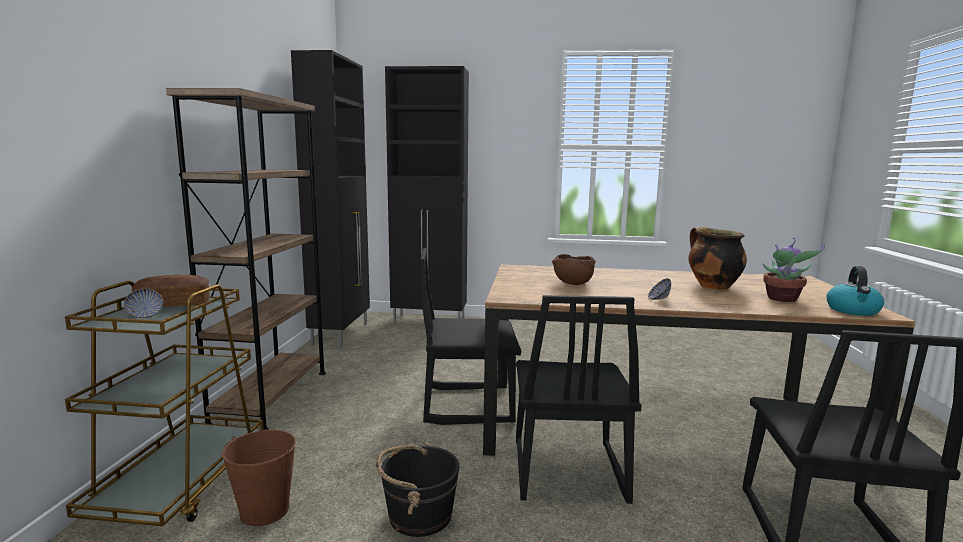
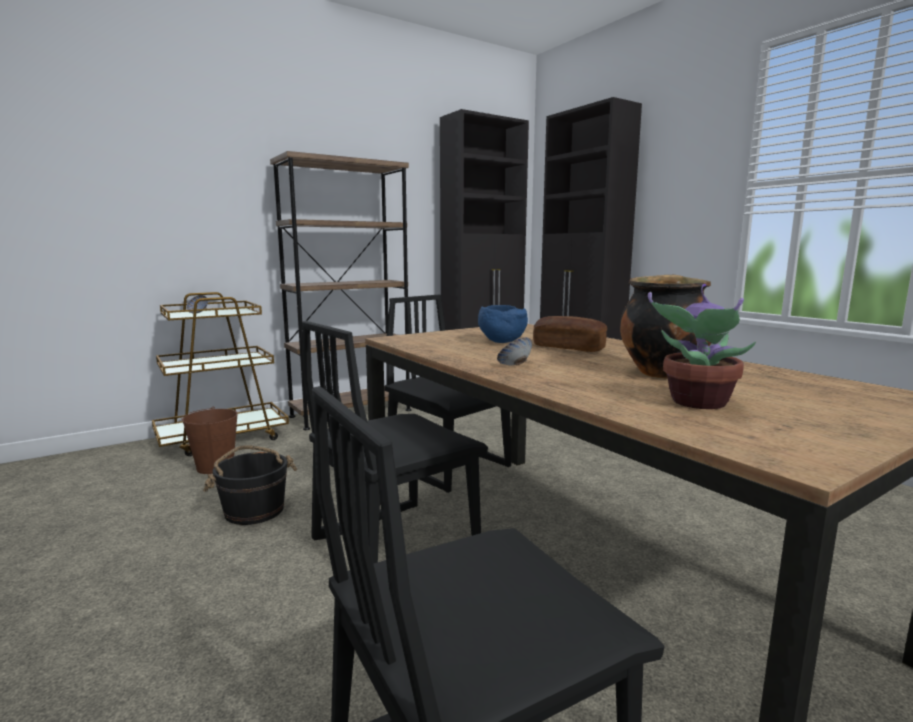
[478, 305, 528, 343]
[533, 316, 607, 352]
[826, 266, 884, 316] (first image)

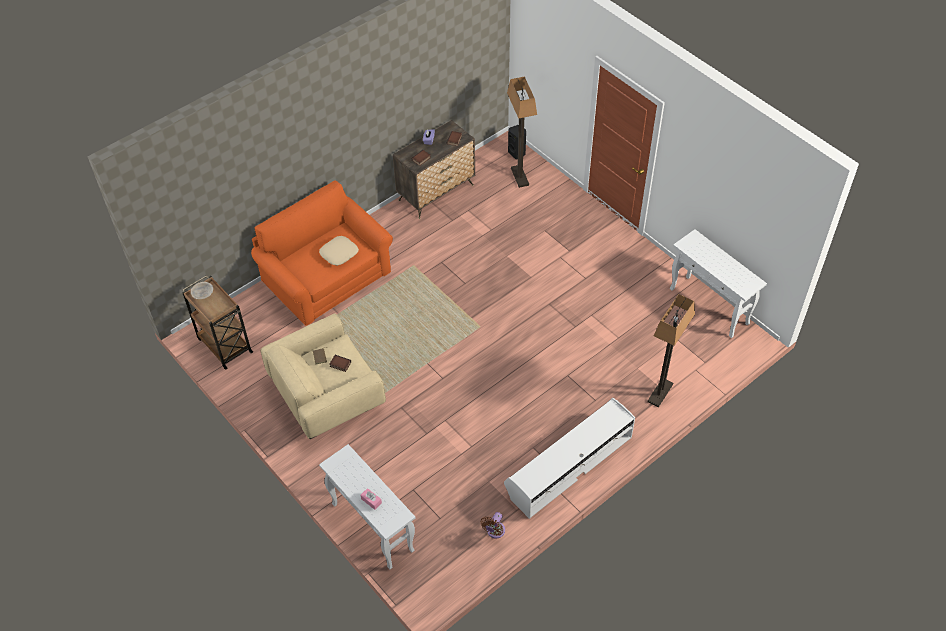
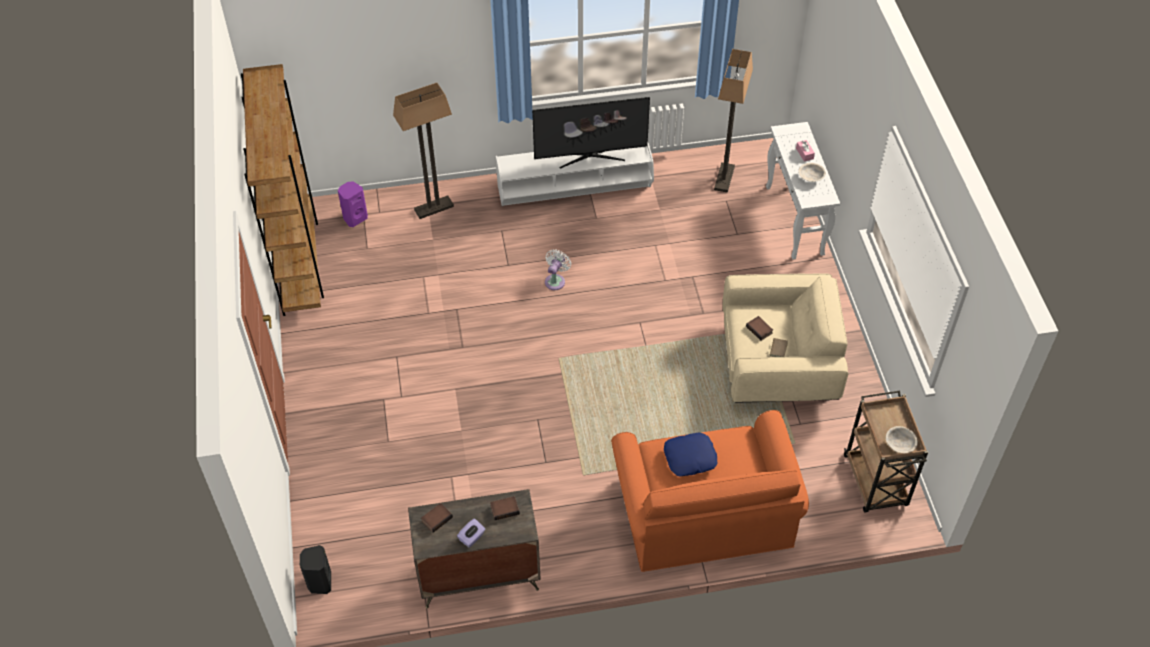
[241, 64, 324, 316]
[338, 181, 368, 227]
[532, 97, 650, 169]
[545, 249, 571, 290]
[664, 432, 718, 477]
[714, 49, 753, 193]
[798, 163, 826, 182]
[480, 512, 505, 539] (first image)

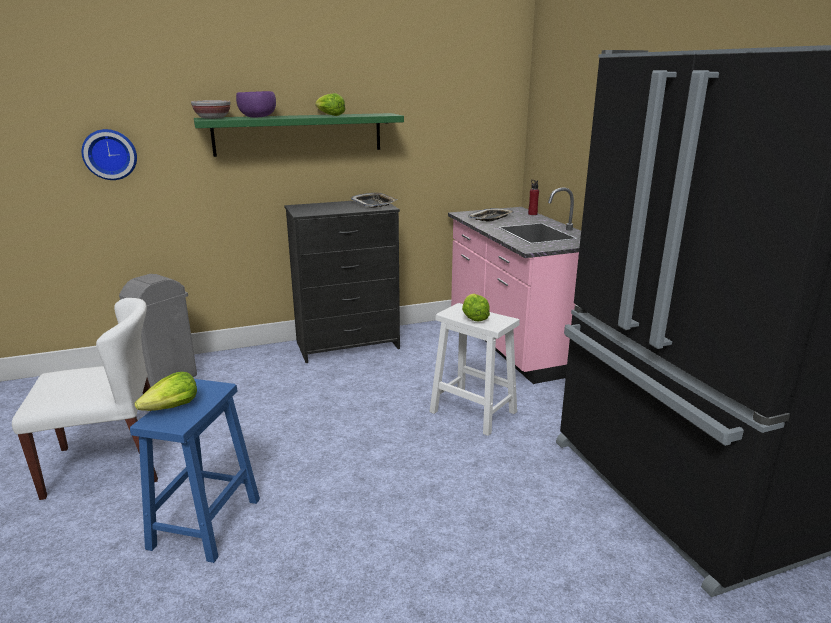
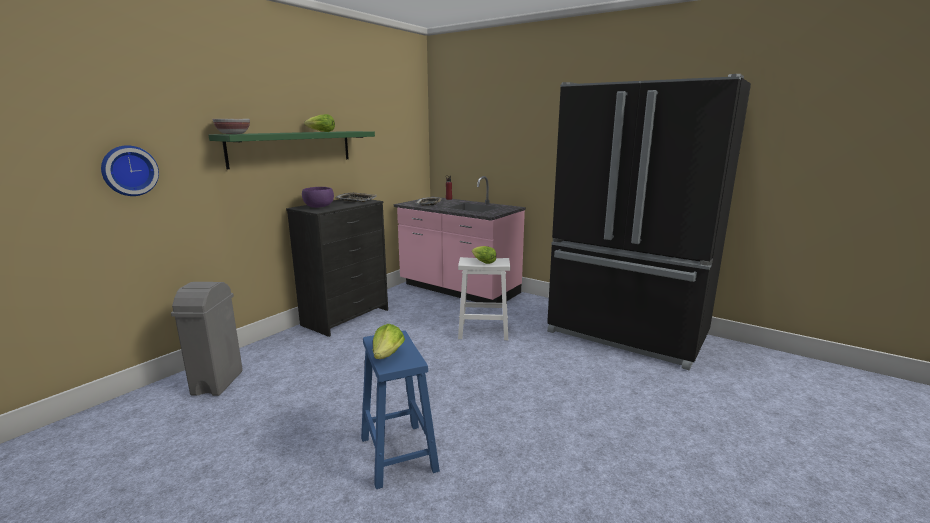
[302, 187, 334, 208]
[12, 298, 158, 500] (first image)

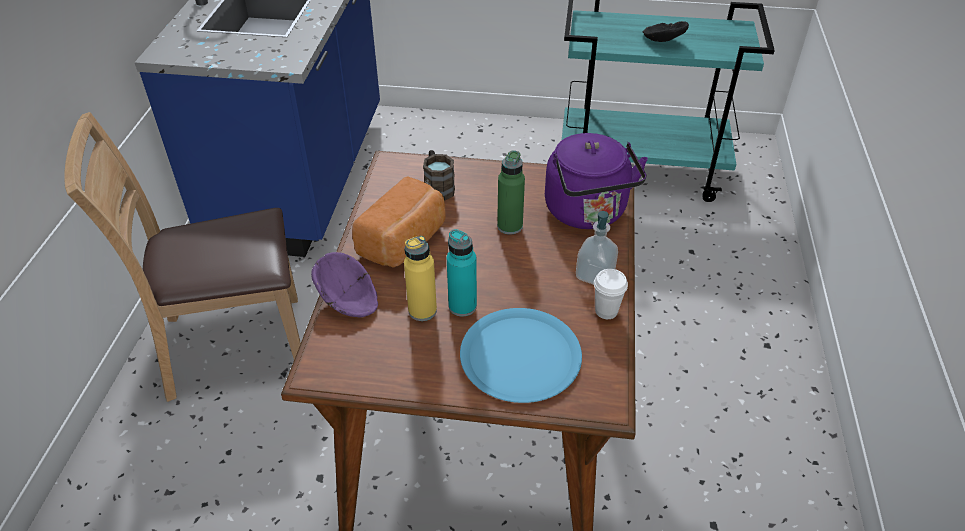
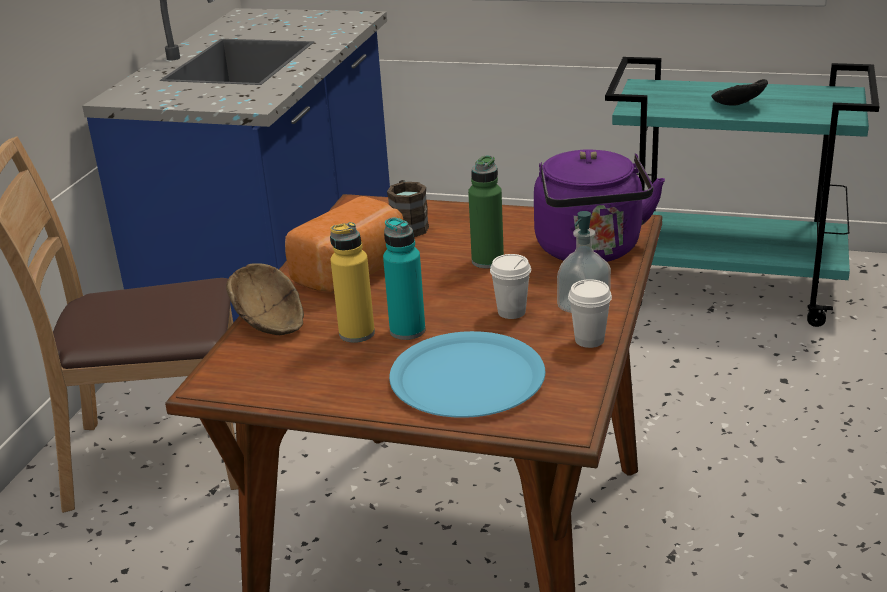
[226, 263, 304, 335]
[490, 254, 531, 319]

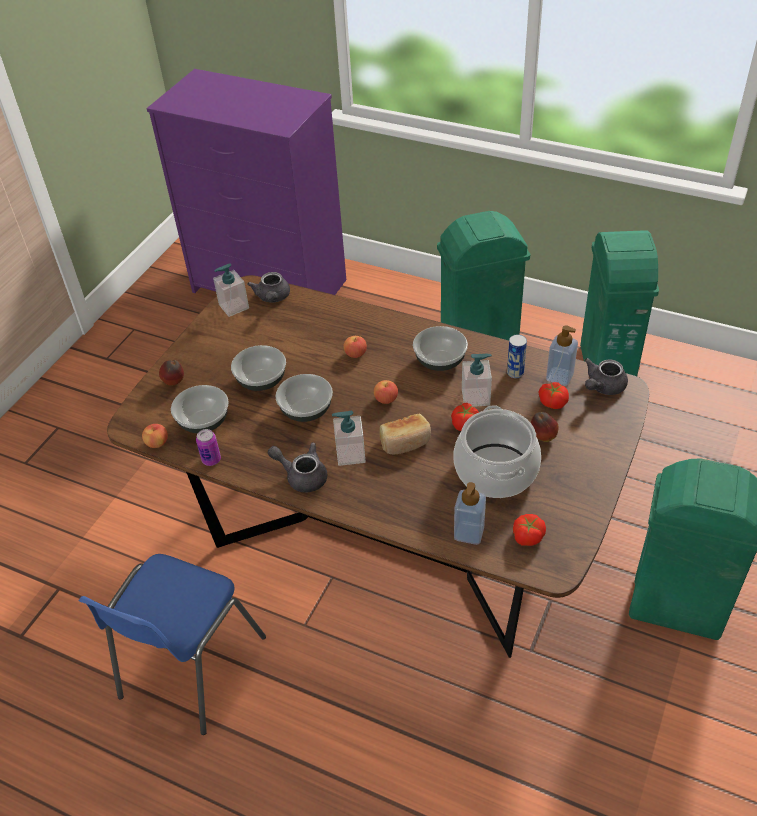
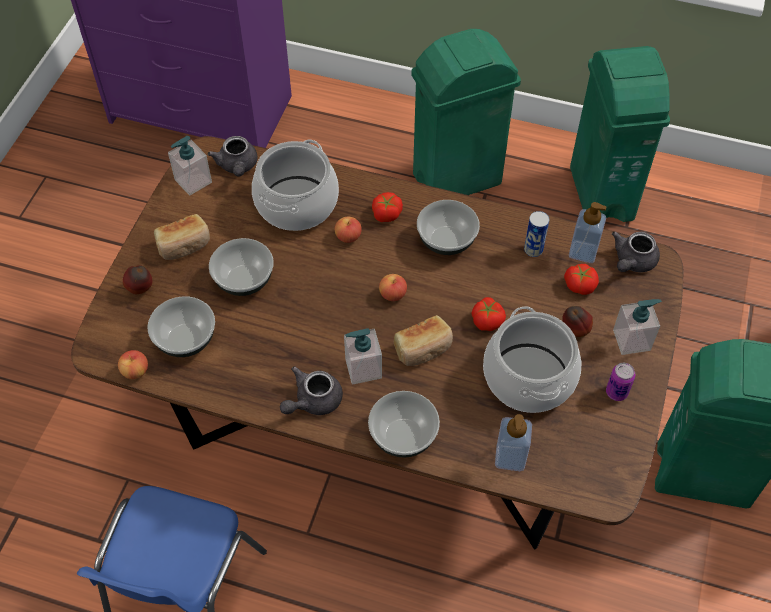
[154, 214, 210, 260]
[252, 140, 339, 231]
[280, 366, 343, 415]
[368, 391, 440, 458]
[372, 192, 403, 222]
[606, 363, 635, 401]
[613, 299, 662, 355]

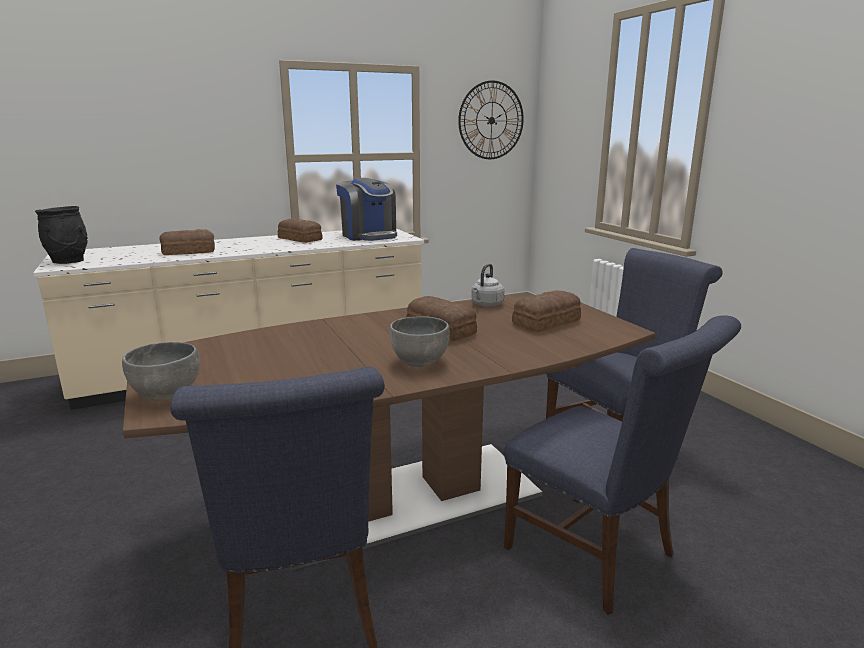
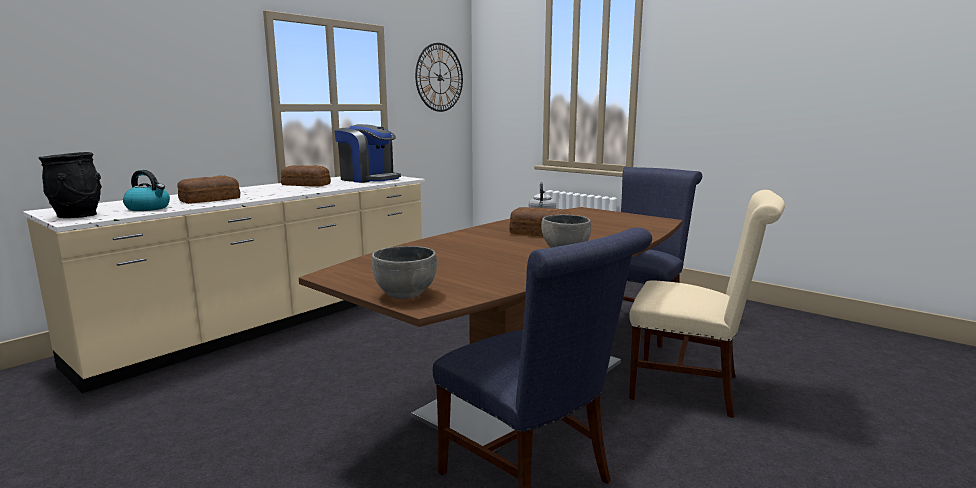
[123, 170, 170, 211]
[629, 190, 785, 418]
[512, 290, 581, 332] (first image)

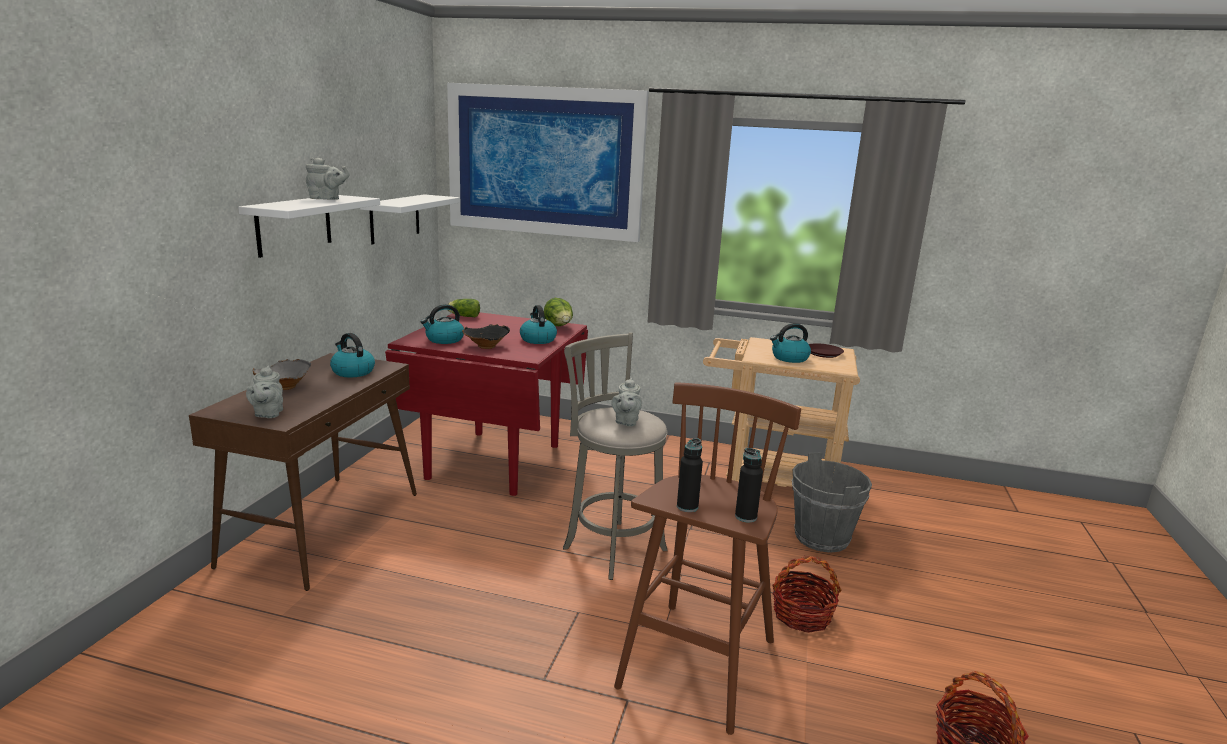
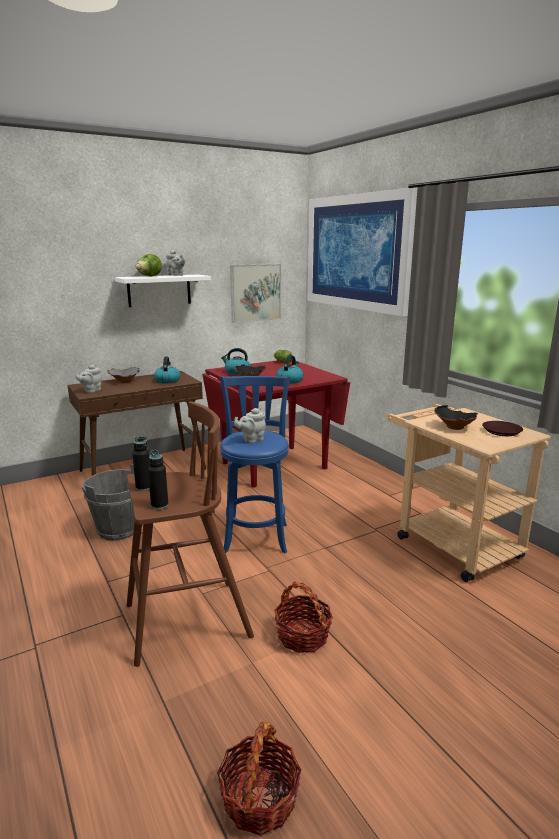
[82, 464, 135, 540]
[136, 254, 162, 277]
[220, 376, 290, 553]
[230, 264, 281, 323]
[434, 405, 478, 430]

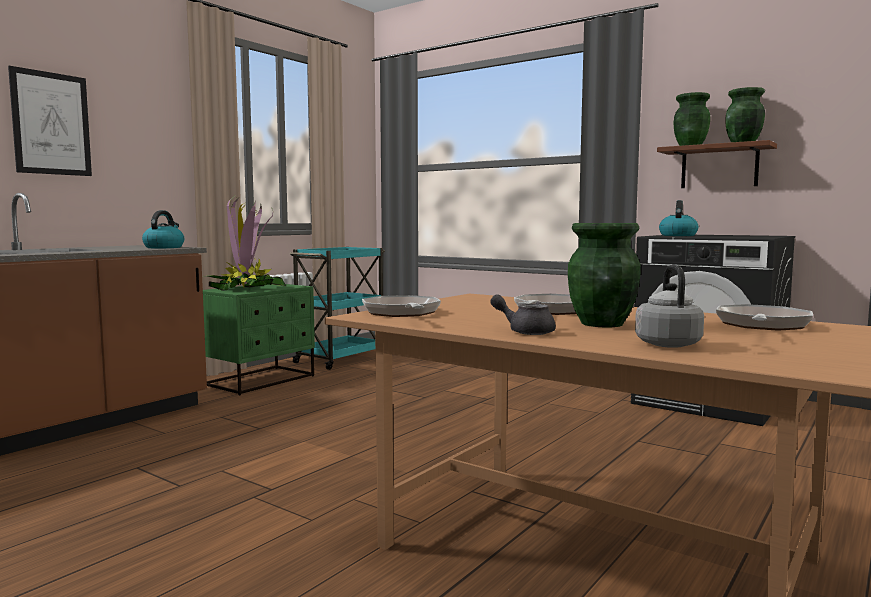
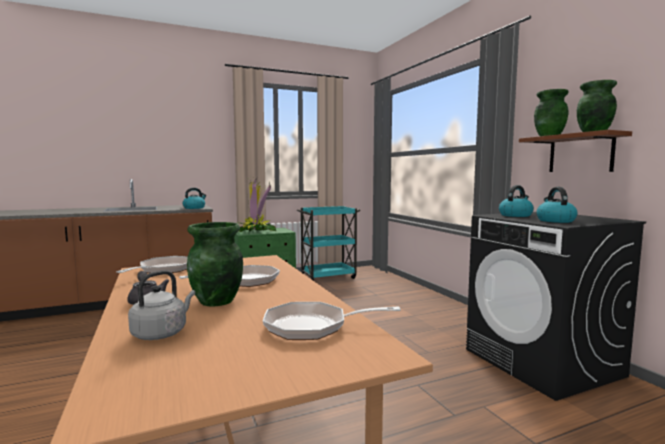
[263, 302, 401, 340]
[536, 187, 578, 223]
[8, 66, 92, 176] (first image)

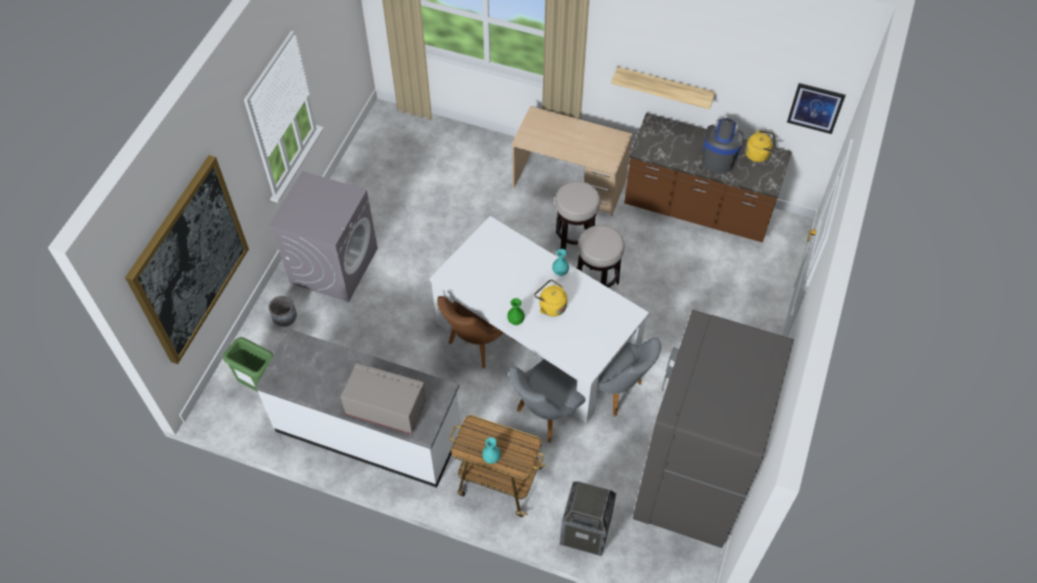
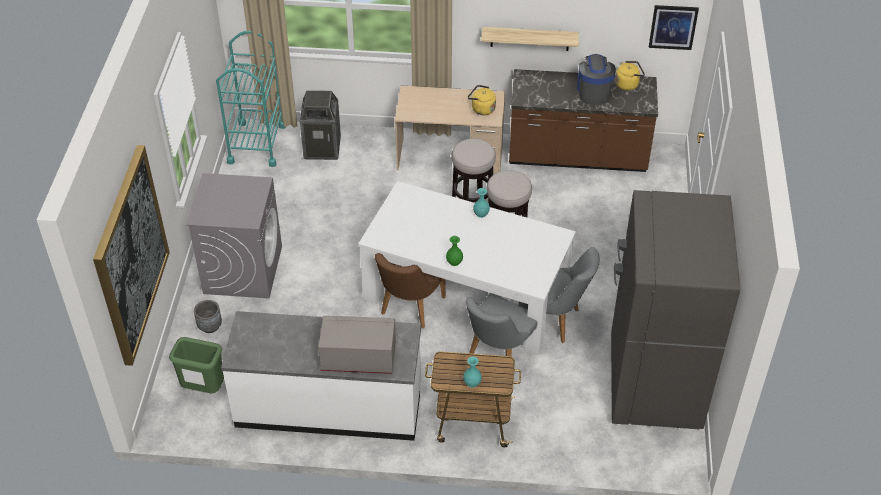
[216, 31, 286, 167]
[300, 90, 341, 160]
[468, 85, 496, 115]

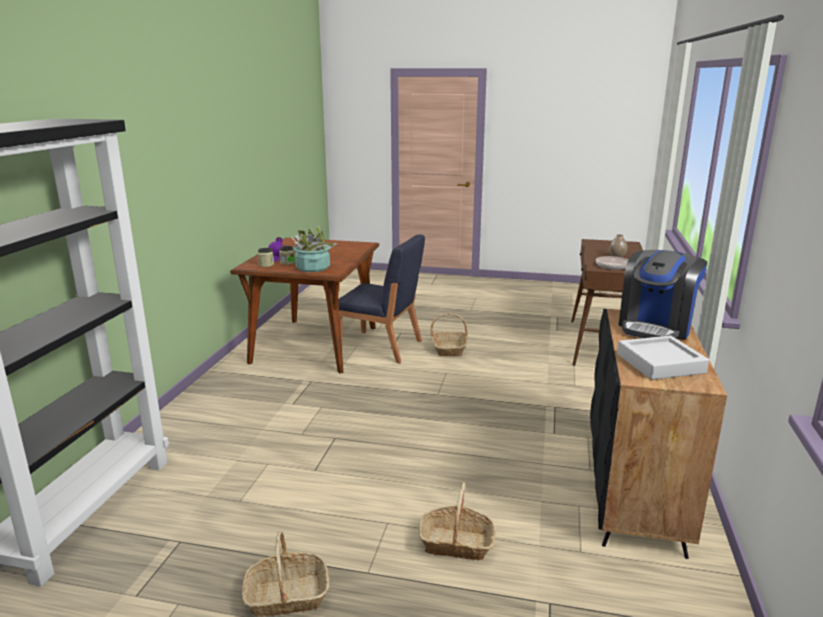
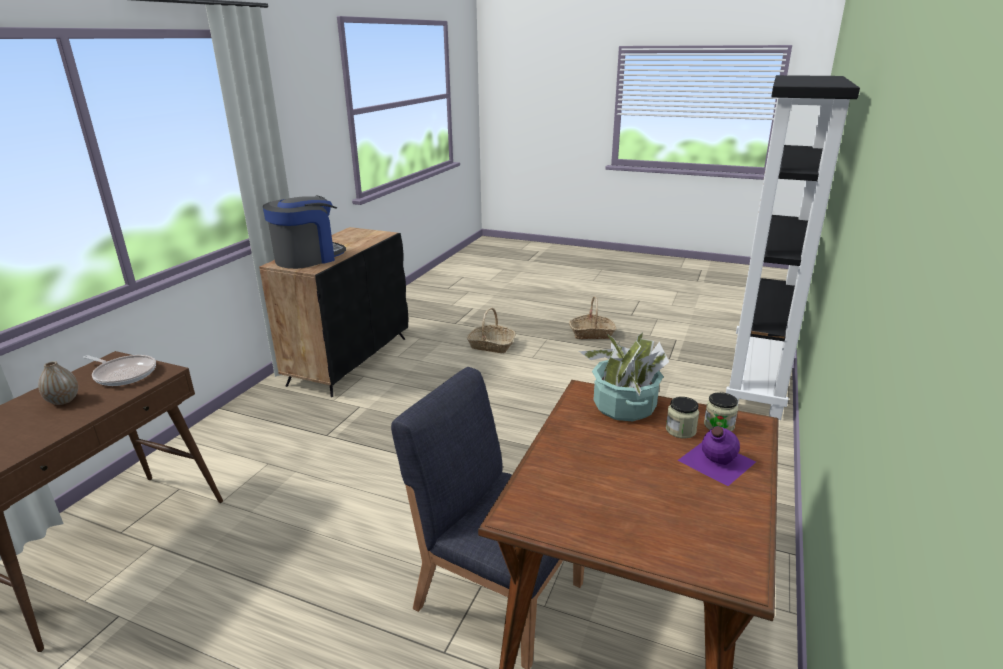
[431, 314, 468, 356] (first image)
[617, 336, 709, 380] (first image)

